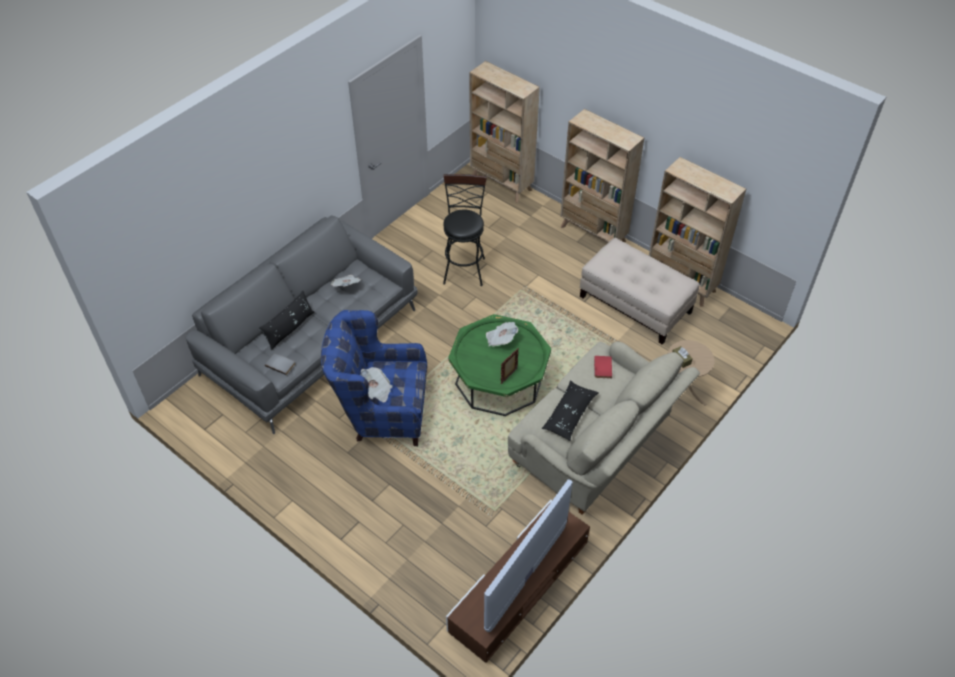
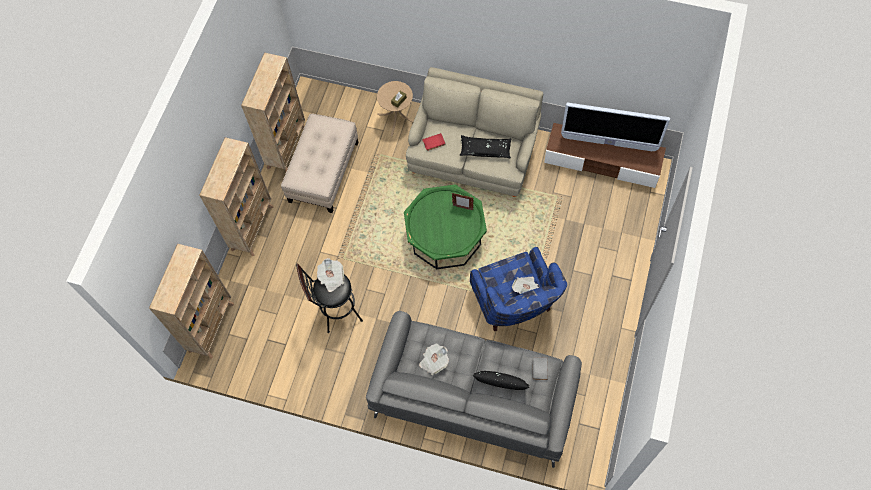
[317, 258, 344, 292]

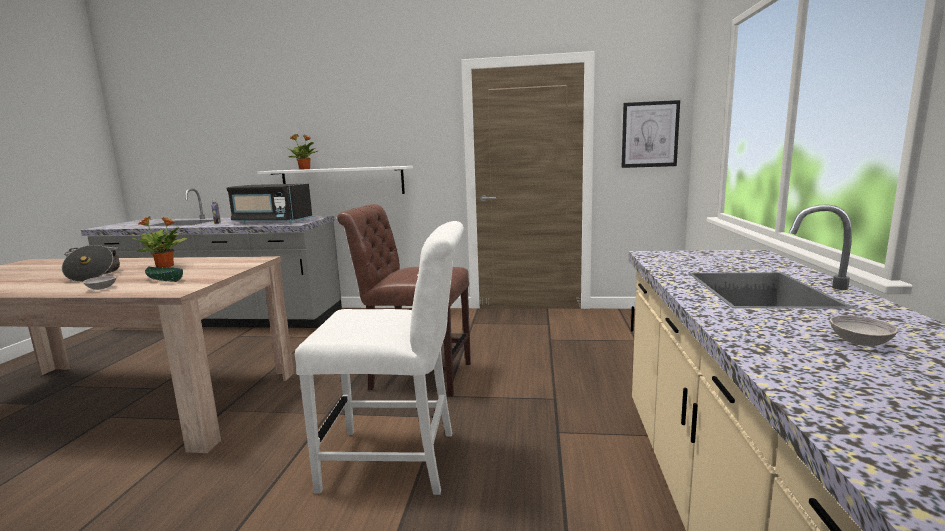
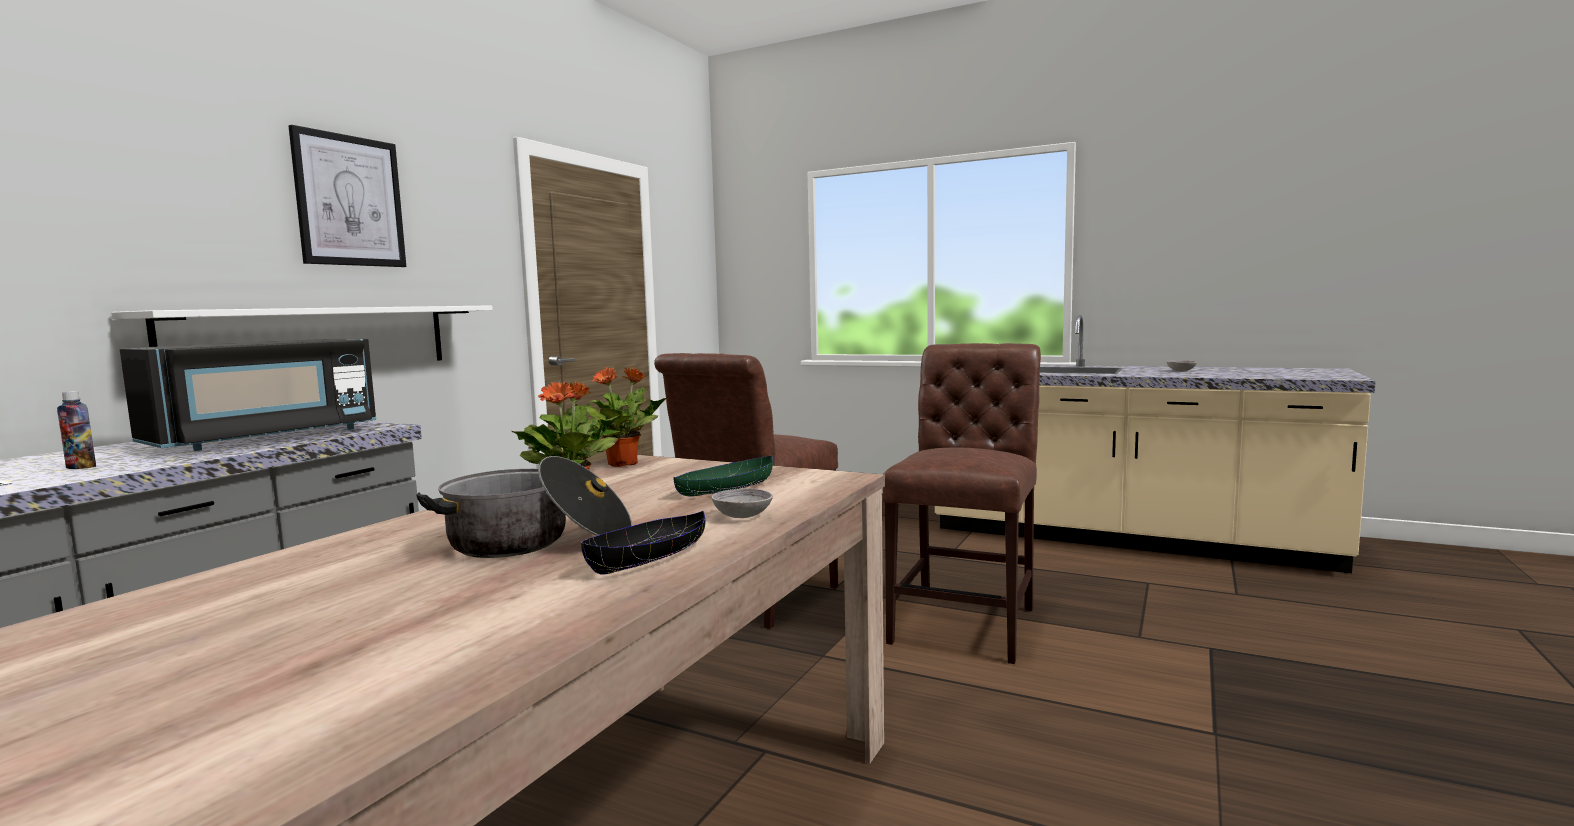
[289, 125, 406, 267]
[575, 367, 666, 467]
[581, 511, 705, 575]
[882, 343, 1041, 664]

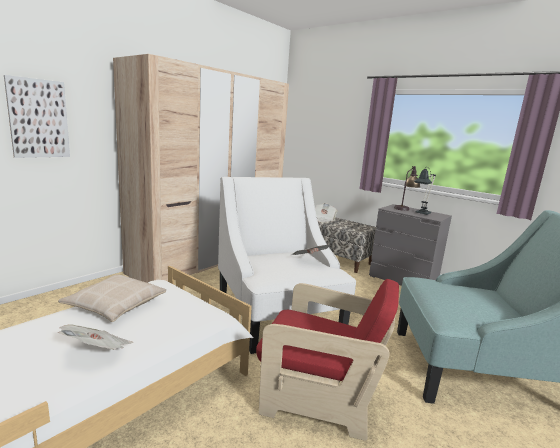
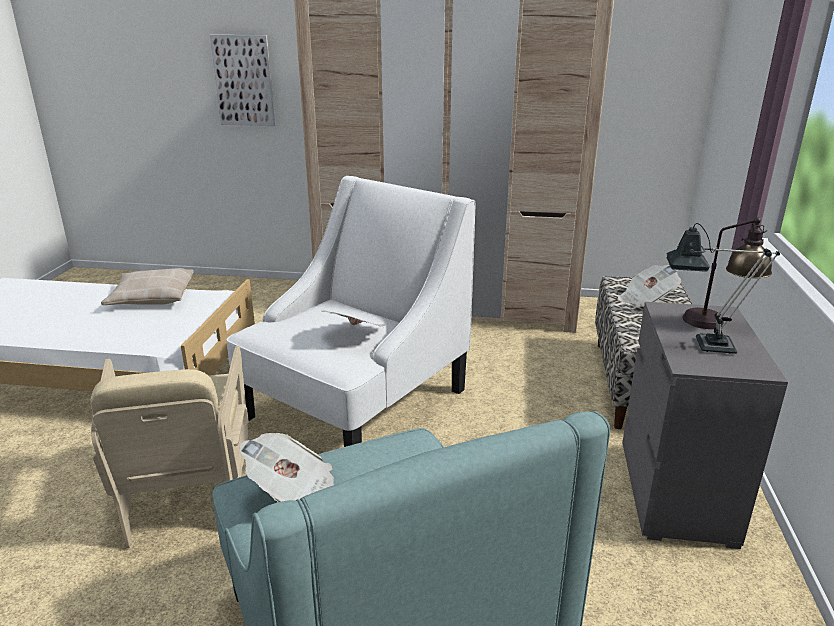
[90, 346, 249, 548]
[239, 433, 334, 502]

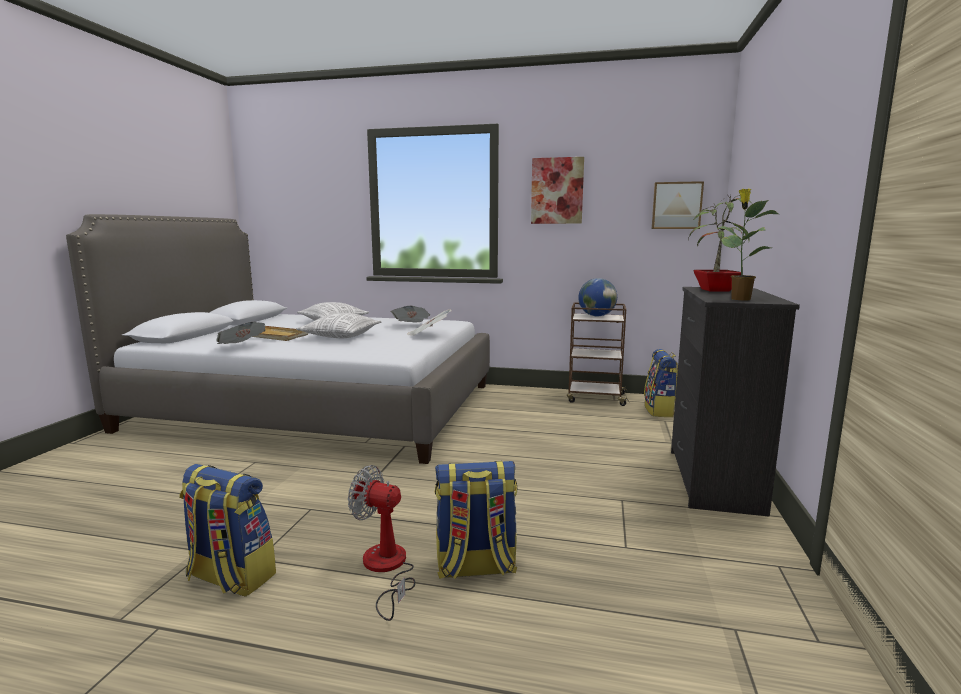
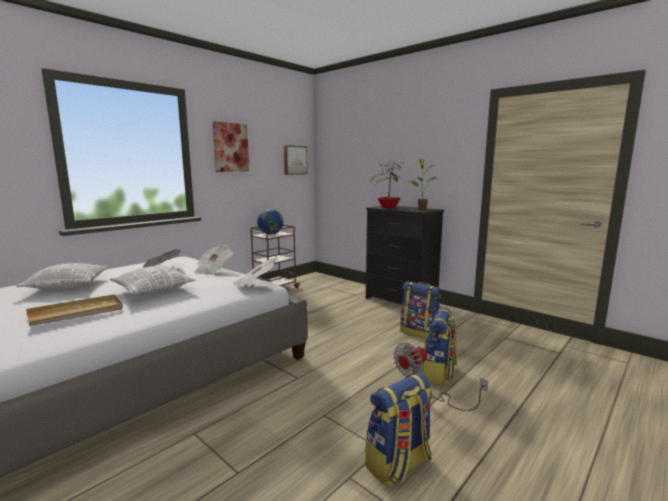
[233, 258, 278, 288]
[400, 281, 441, 339]

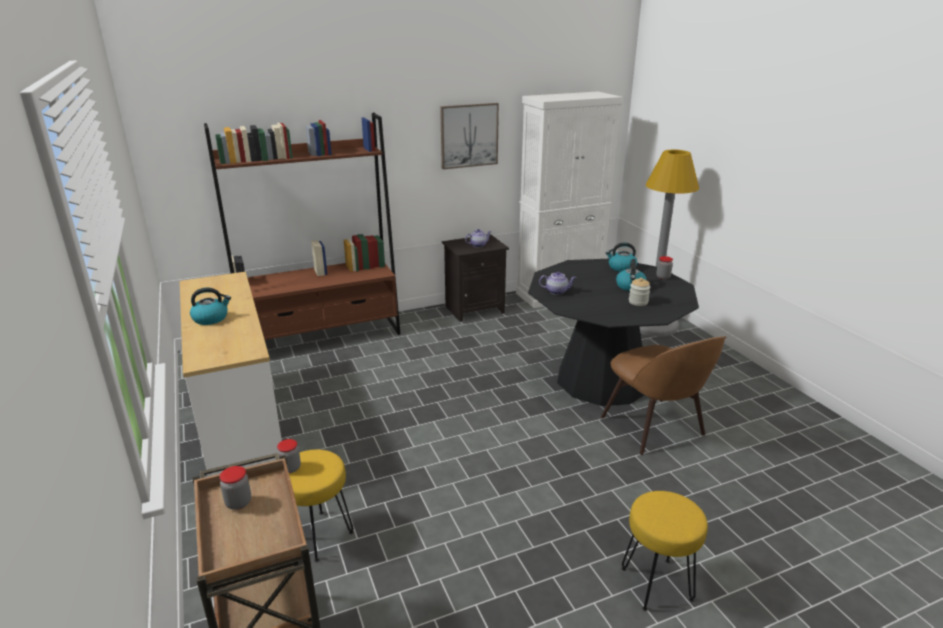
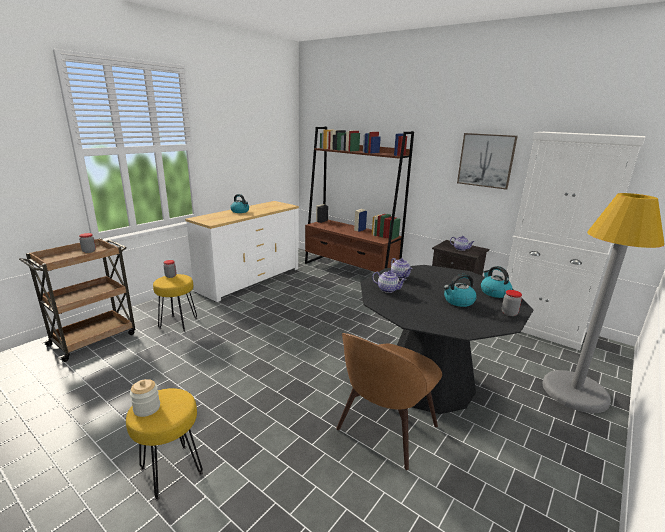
[130, 379, 160, 417]
[372, 271, 406, 293]

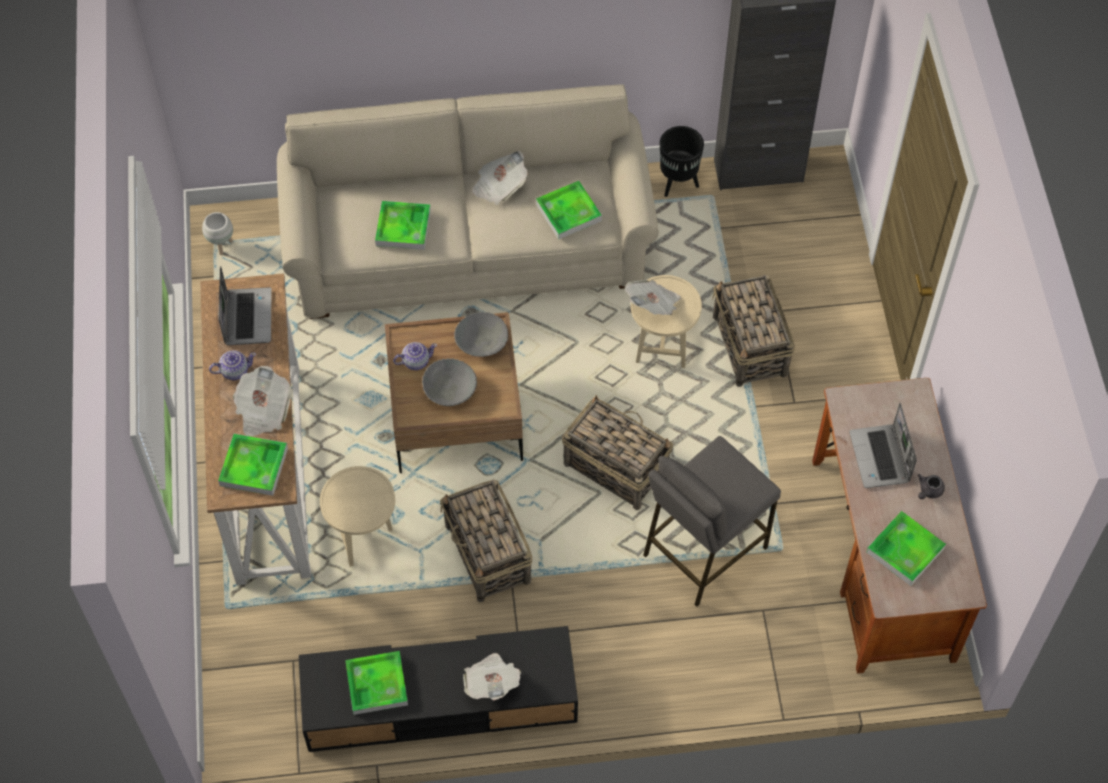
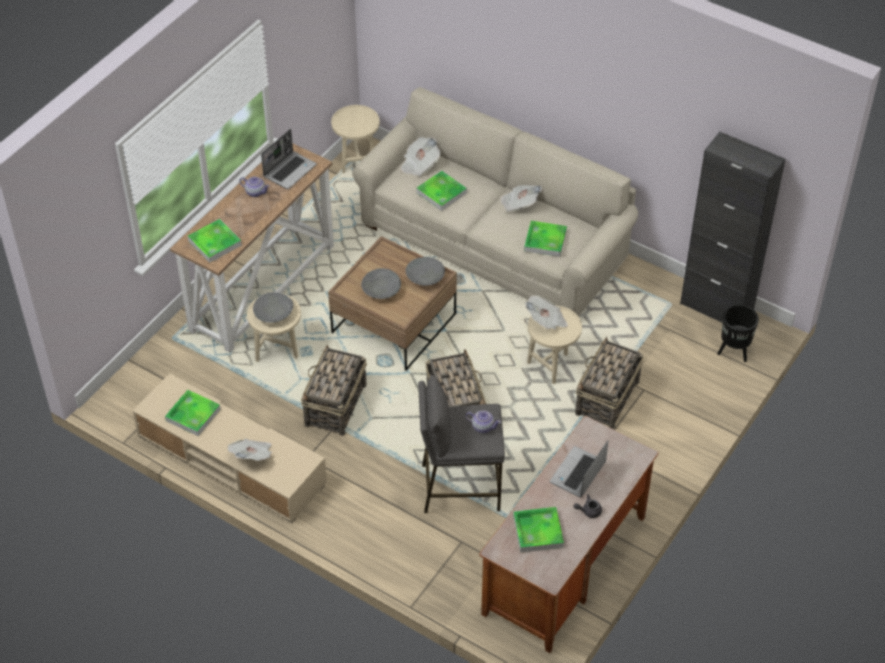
[133, 374, 327, 523]
[253, 292, 293, 323]
[331, 105, 380, 173]
[400, 137, 441, 177]
[466, 411, 501, 433]
[718, 304, 759, 362]

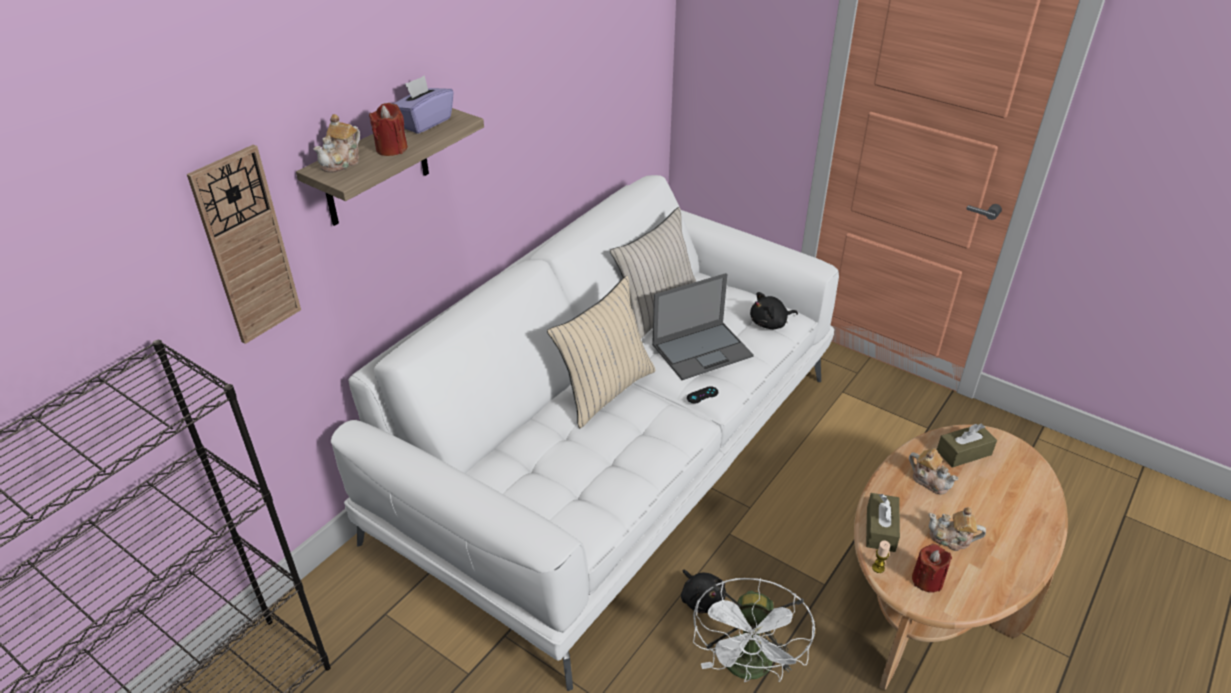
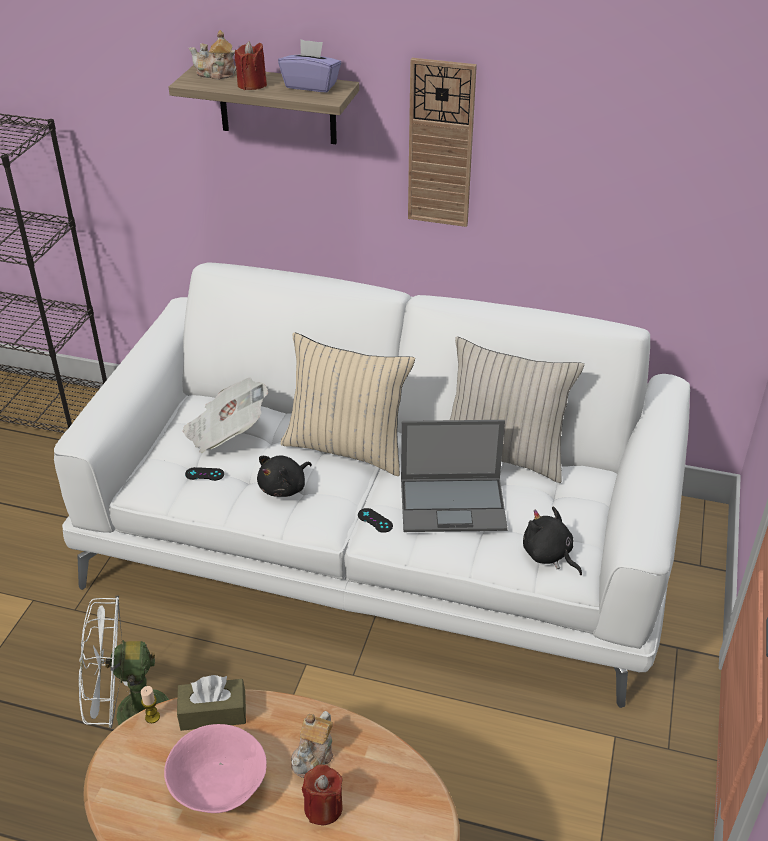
[164, 724, 266, 813]
[183, 378, 268, 453]
[185, 467, 224, 481]
[257, 455, 312, 497]
[302, 764, 343, 825]
[401, 420, 508, 532]
[408, 58, 477, 227]
[937, 424, 997, 468] (first image)

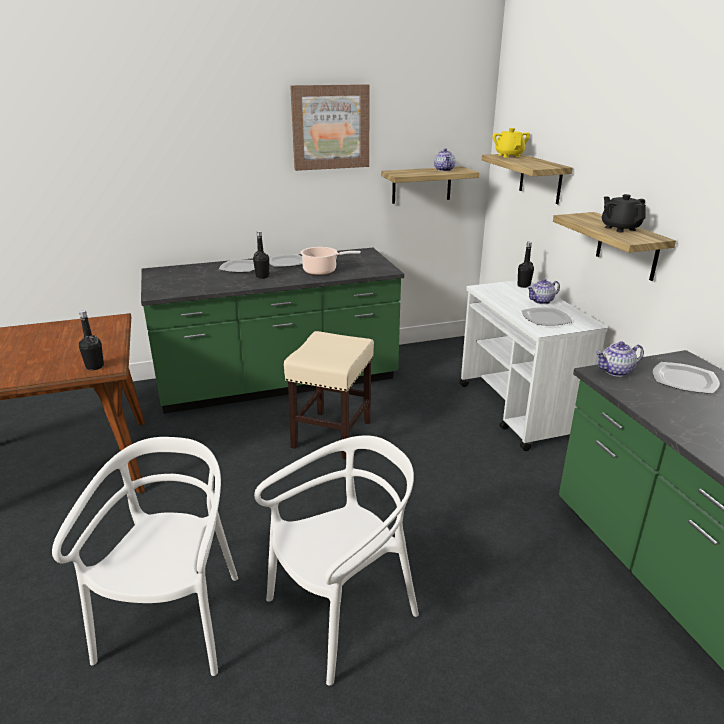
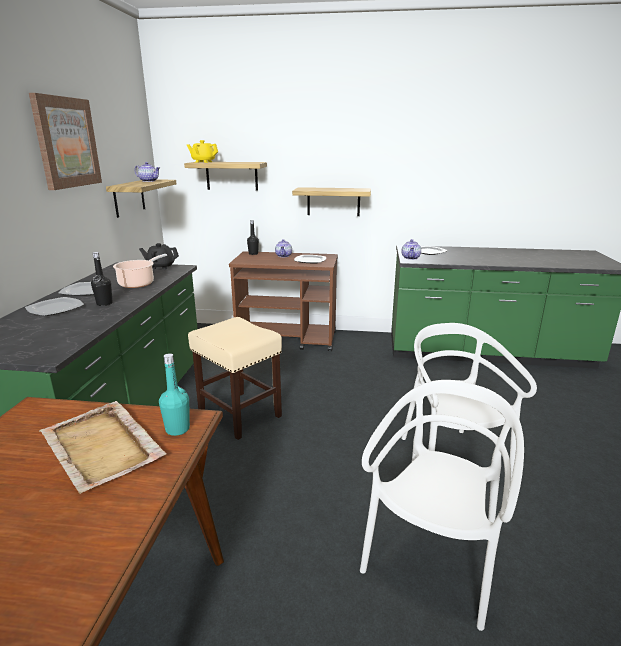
[40, 401, 167, 494]
[139, 243, 179, 270]
[159, 353, 190, 436]
[229, 251, 338, 351]
[360, 380, 524, 631]

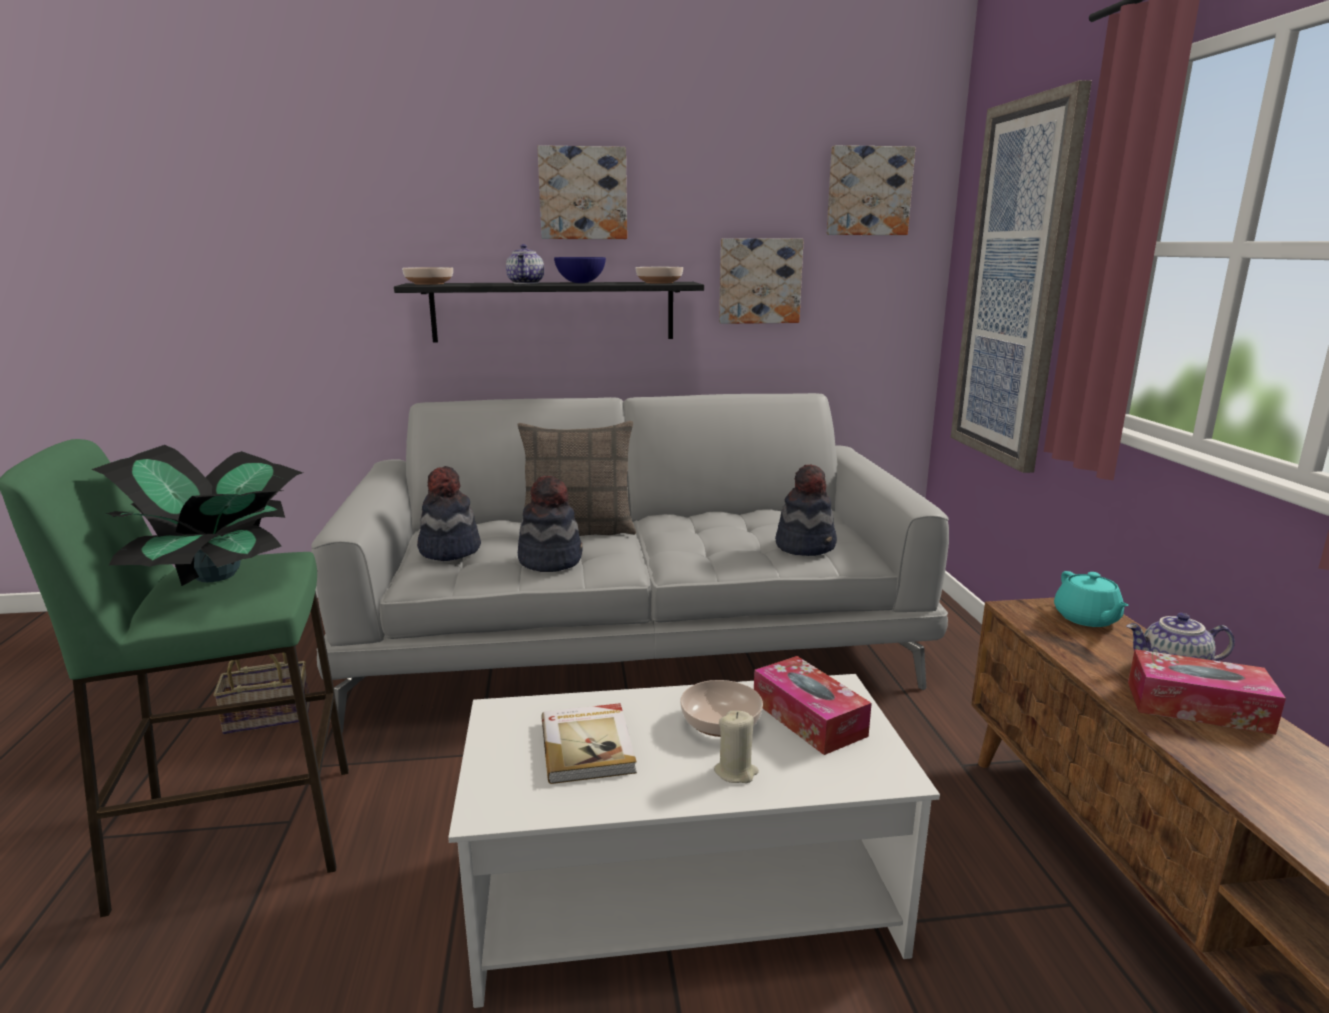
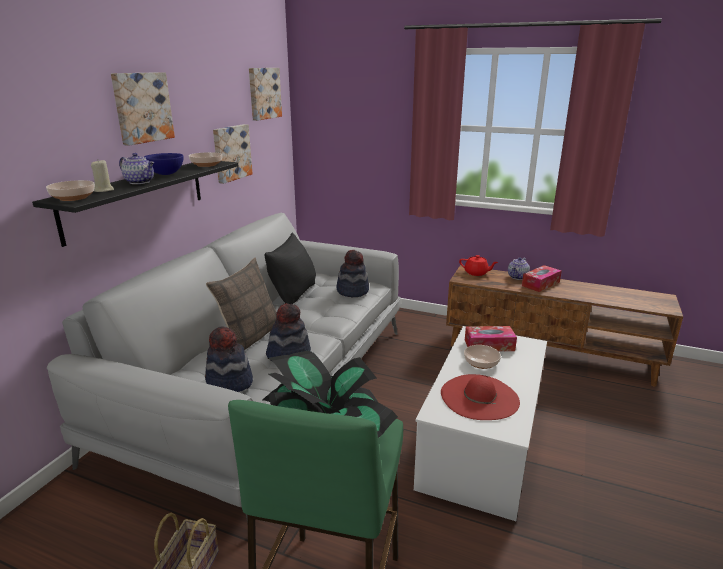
[91, 160, 114, 192]
[265, 233, 316, 304]
[441, 374, 520, 420]
[459, 255, 498, 276]
[951, 80, 1092, 473] (first image)

